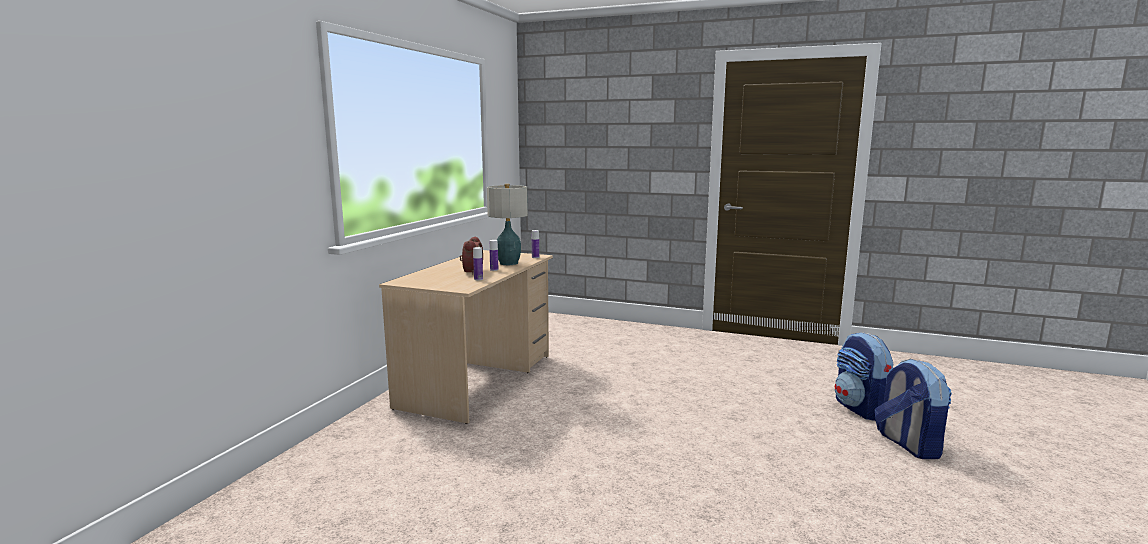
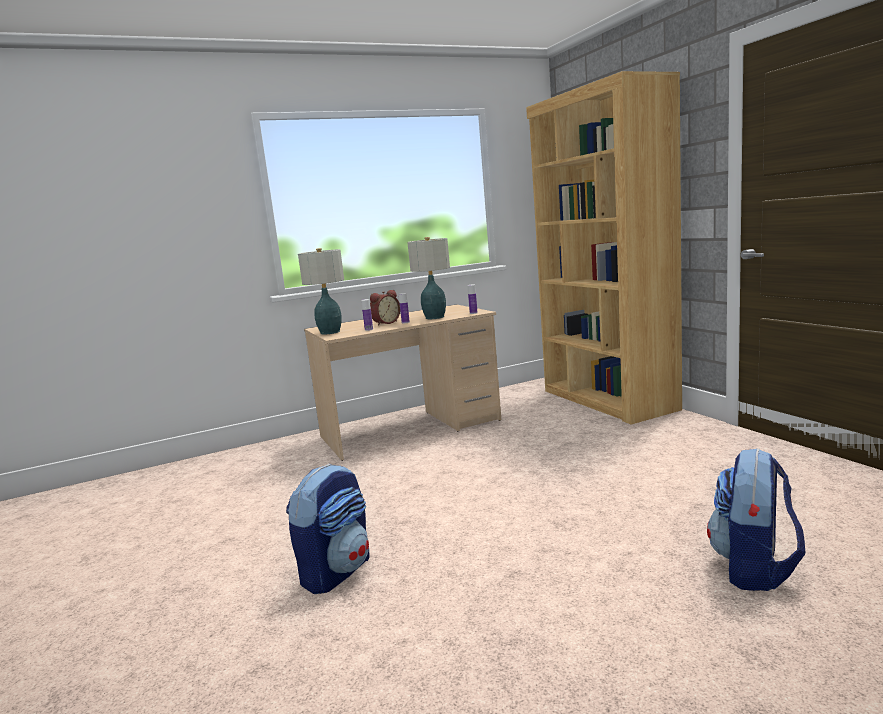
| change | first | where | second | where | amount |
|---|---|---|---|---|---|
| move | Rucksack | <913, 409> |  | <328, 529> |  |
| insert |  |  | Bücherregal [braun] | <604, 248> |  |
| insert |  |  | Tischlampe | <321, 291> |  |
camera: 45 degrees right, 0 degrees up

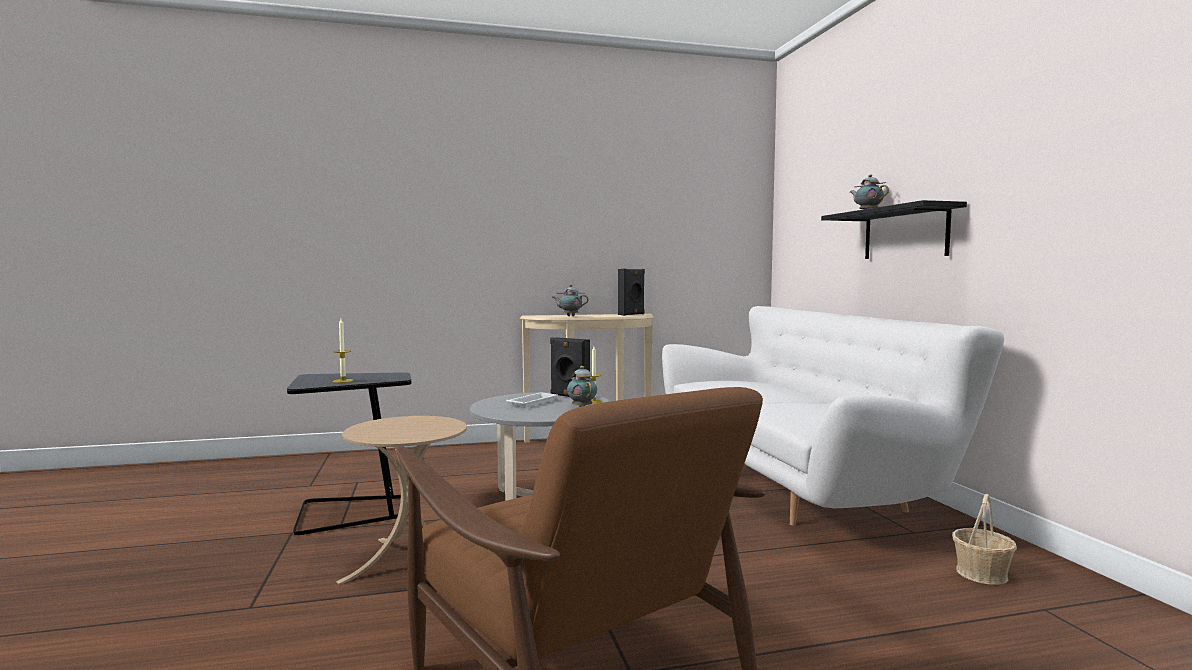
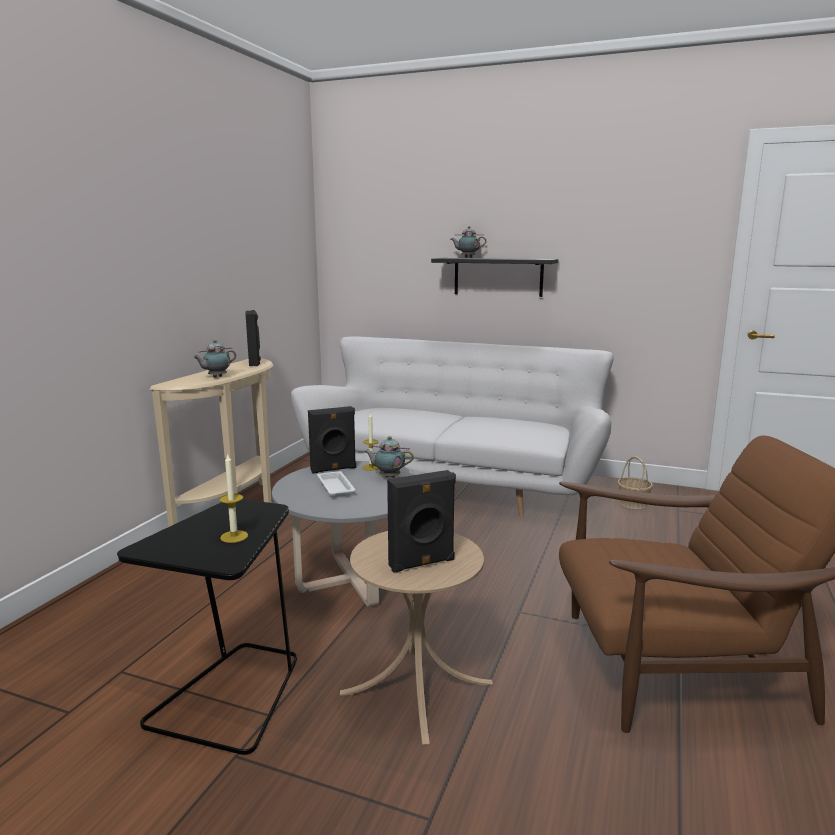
| change | first | where | second | where | amount |
|---|---|---|---|---|---|
| insert |  |  | Lautsprecher [schwarz] | <421, 521> |  |
camera: 55 degrees left, 10 degrees up

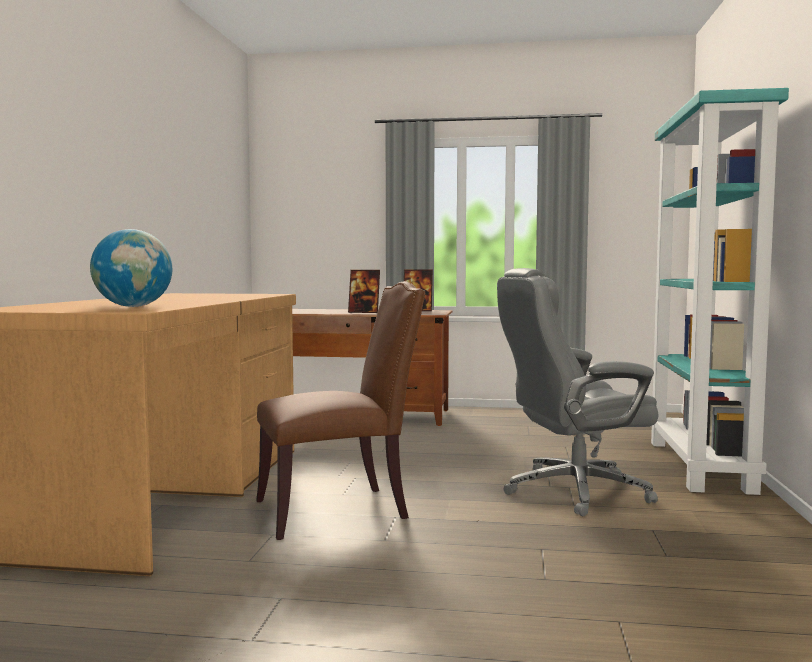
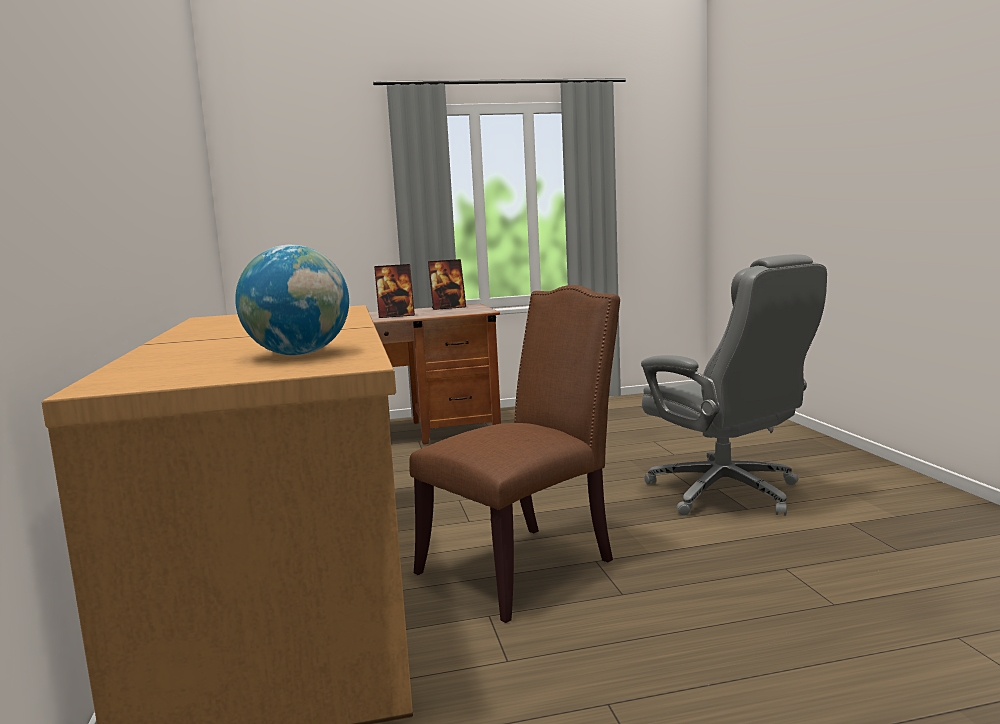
| change | first | where | second | where | amount |
|---|---|---|---|---|---|
| delete | Bücherregal [türkis] | <719, 291> |  |  |  |
| rotate | Bürostuhl [grau] | <577, 392> |  | <734, 385> | 90 degrees counterclockwise |
camera: 20 degrees left, 5 degrees up

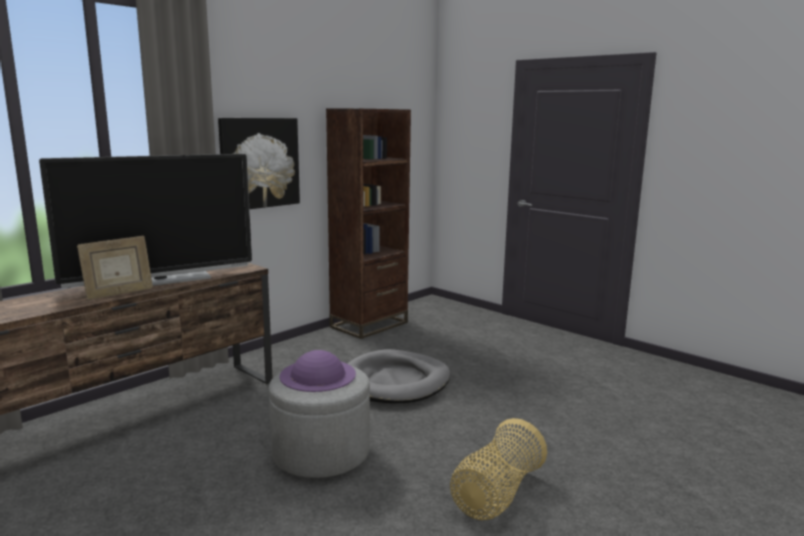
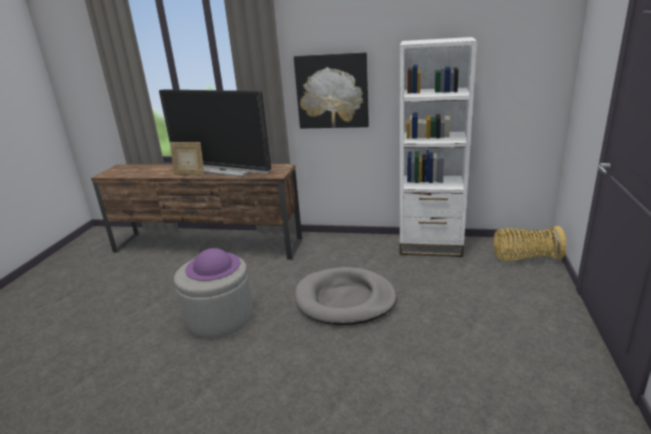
| change | first | where | second | where | amount |
|---|---|---|---|---|---|
| recolor | Bücherregal [braun] | <368, 223> | Bücherregal [weiß] | <438, 147> |  |
| move | Korb | <498, 469> |  | <530, 243> |  |
camera: 60 degrees right, 10 degrees up

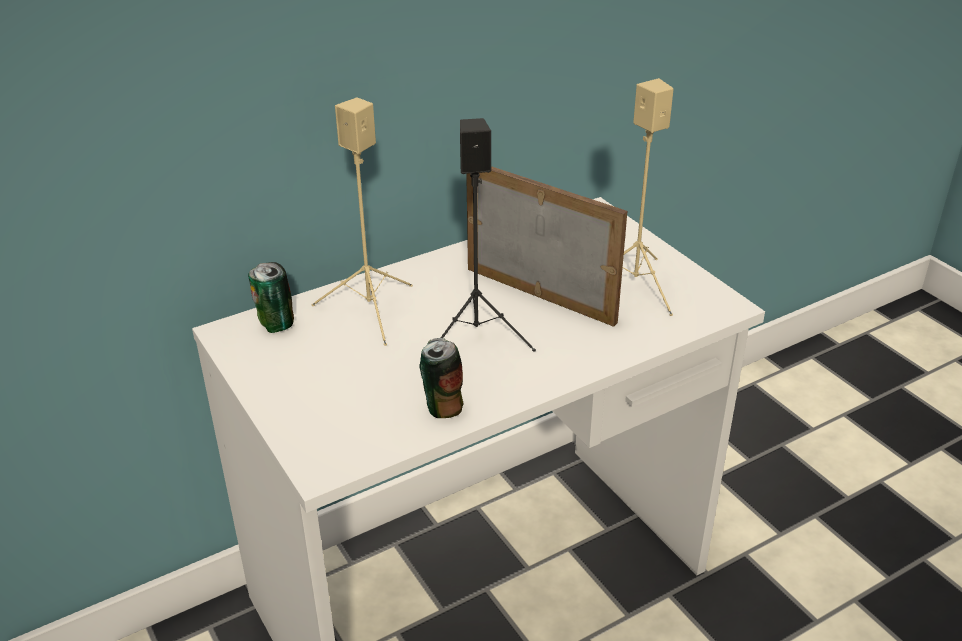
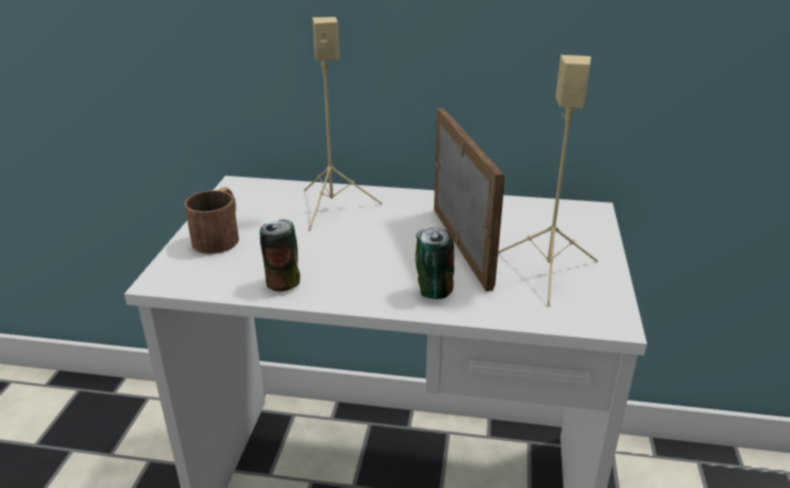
| change | first | where | second | where | amount |
|---|---|---|---|---|---|
| delete | Lautsprecher [schwarz] | <488, 235> |  |  |  |
| move | Dose | <271, 297> |  | <434, 263> |  |
| insert |  |  | Henkelbecher [braun] | <211, 220> |  |
camera: 40 degrees right, 5 degrees down

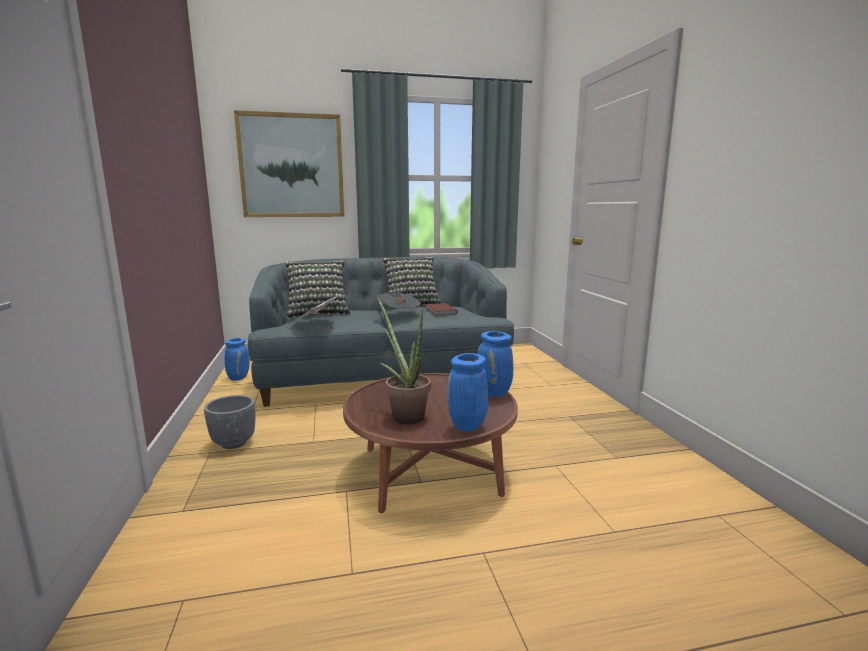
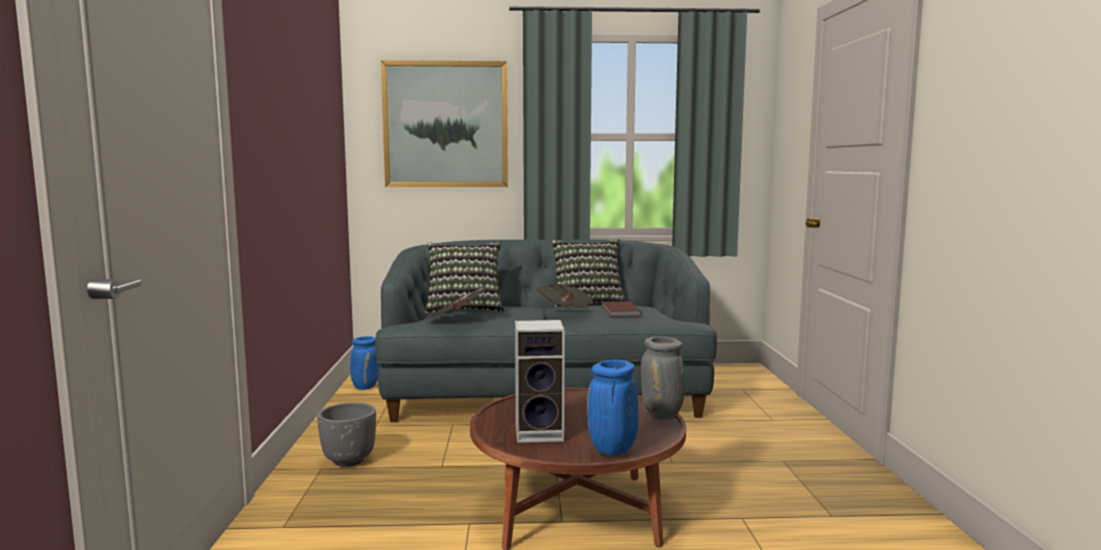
| change | first | where | second | where | amount |
|---|---|---|---|---|---|
| replace | Topfpflanze | <404, 360> | Lautsprecher | <540, 381> |  |
| recolor | Vase [blau] | <495, 364> | Vase [grau] | <663, 378> |  |
camera: 10 degrees right, 5 degrees down

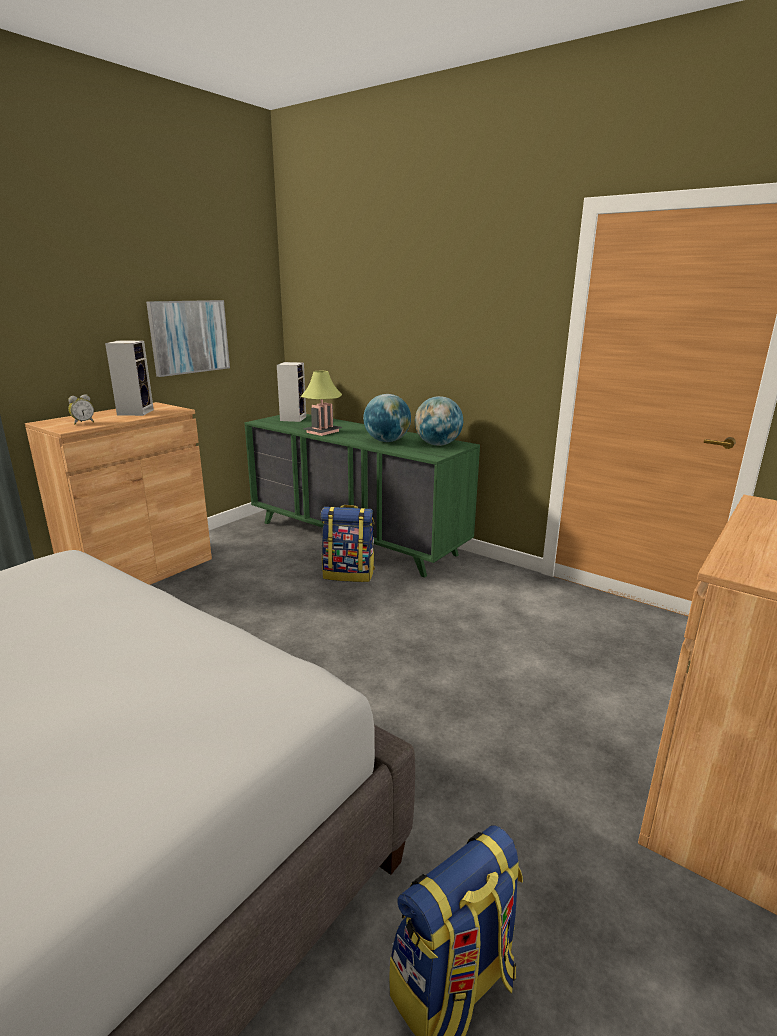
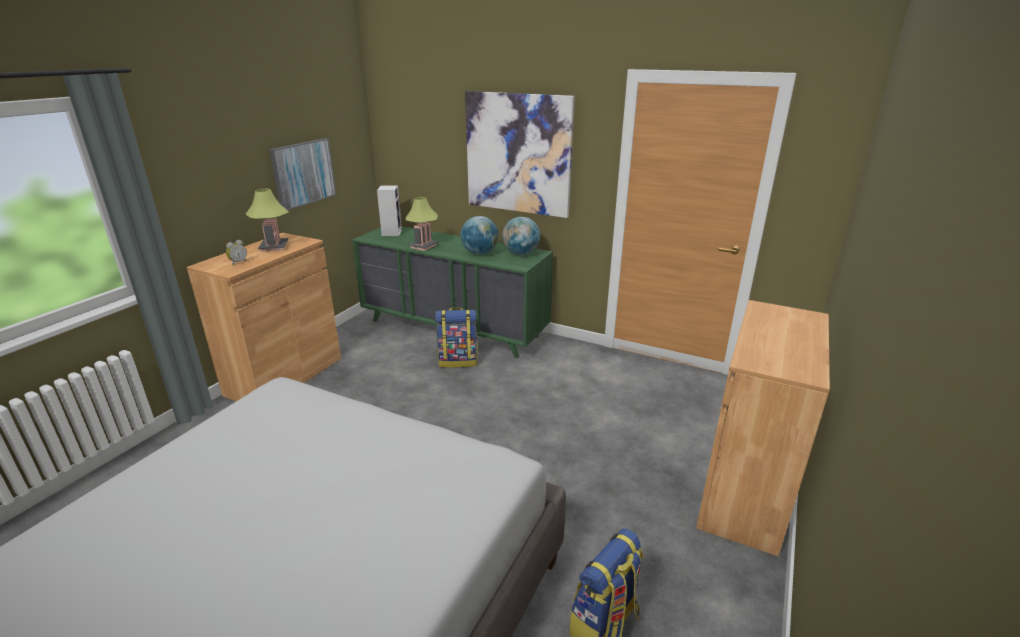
| change | first | where | second | where | amount |
|---|---|---|---|---|---|
| replace | Lautsprecher | <129, 378> | Tischlampe | <267, 220> |  |
| insert |  |  | Bild | <520, 154> |  |
camera: 10 degrees left, 5 degrees up

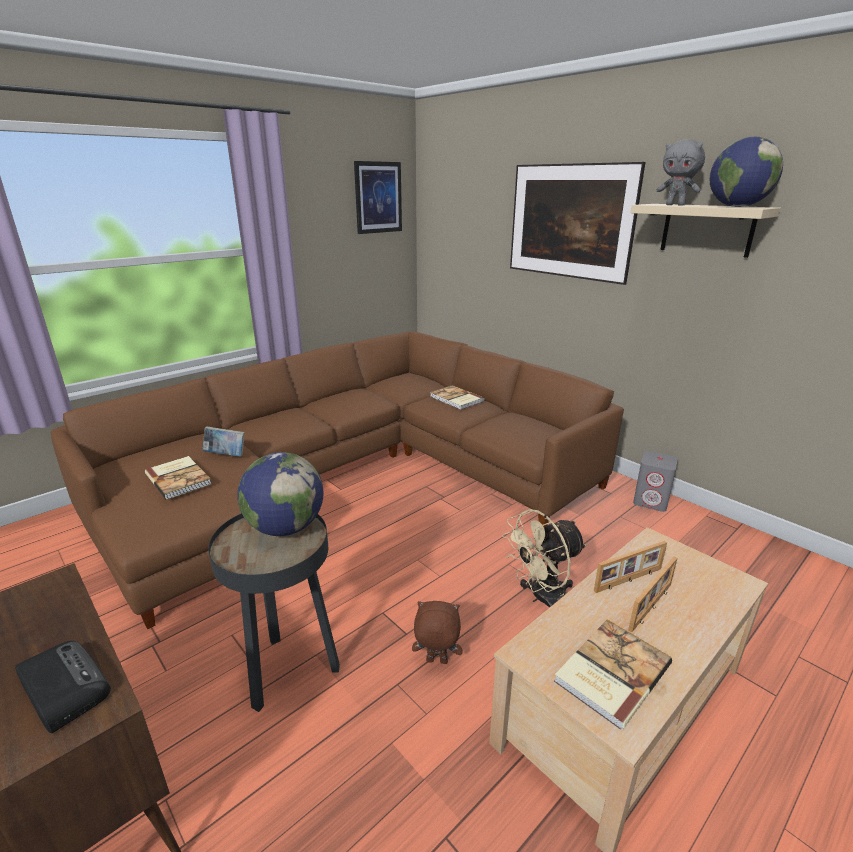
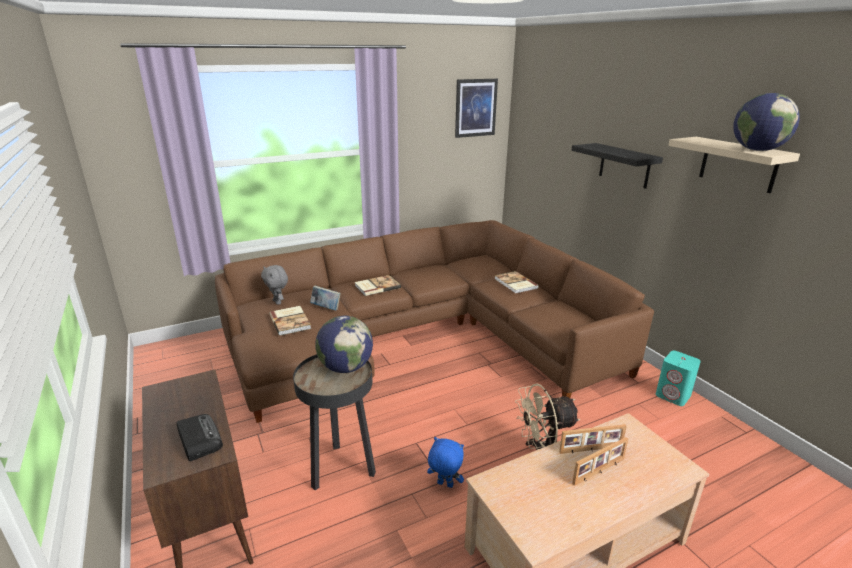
| change | first | where | second | where | amount |
|---|---|---|---|---|---|
| move | Plüschtier [grau] | <681, 172> |  | <274, 285> |  |
| replace | Bild | <578, 223> | Wandregal [schwarz] | <617, 166> |  |
| recolor | Lautsprecher [grau] | <655, 481> | Lautsprecher [türkis] | <678, 378> |  |
| recolor | Plüschtier [braun] | <437, 632> | Plüschtier [blau] | <445, 462> |  |
| move | Buch | <613, 675> |  | <378, 285> |  |
camera: 15 degrees right, 0 degrees up

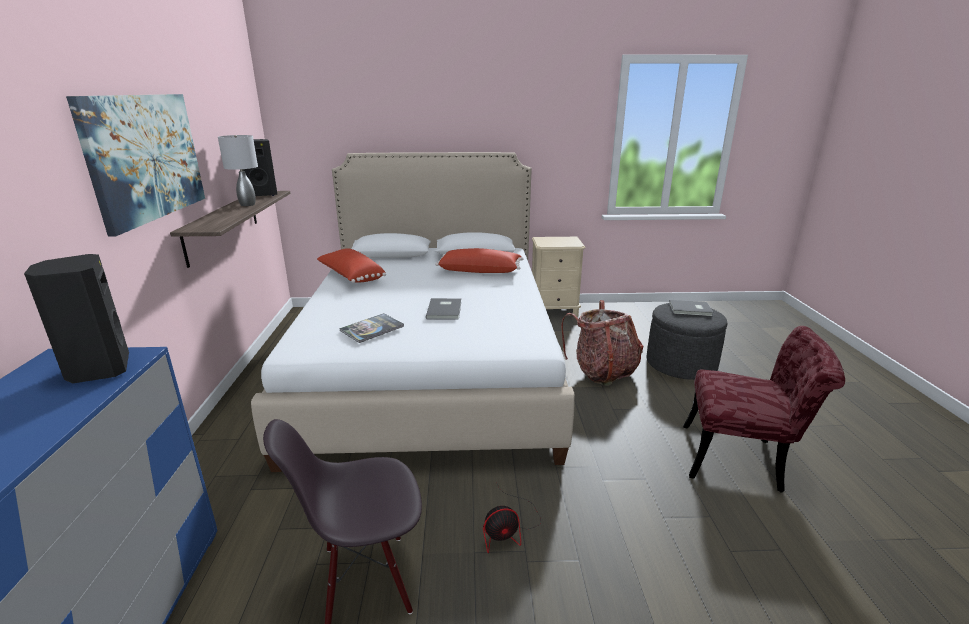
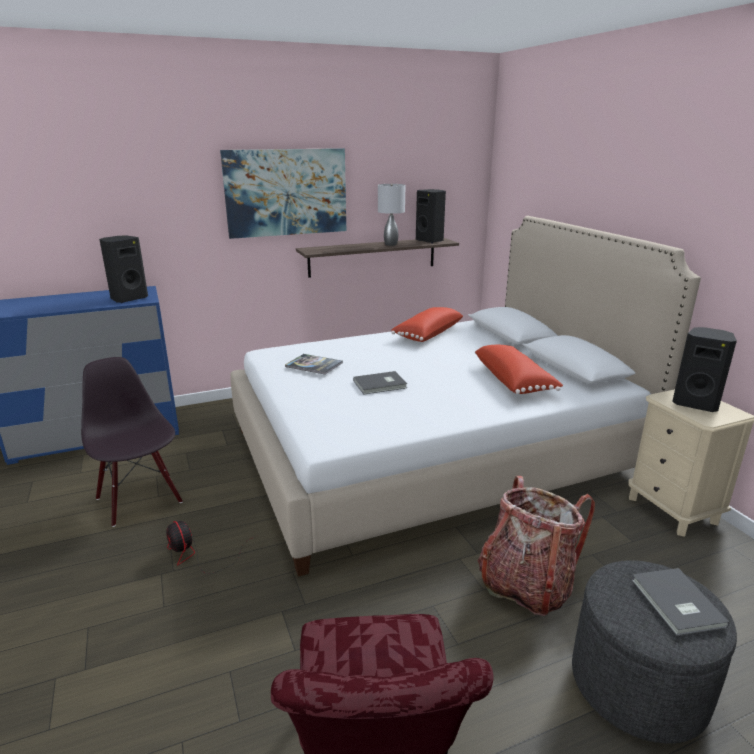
| change | first | where | second | where | amount |
|---|---|---|---|---|---|
| insert |  |  | Lautsprecher [schwarz] | <704, 369> |  |
camera: 70 degrees right, 0 degrees up

